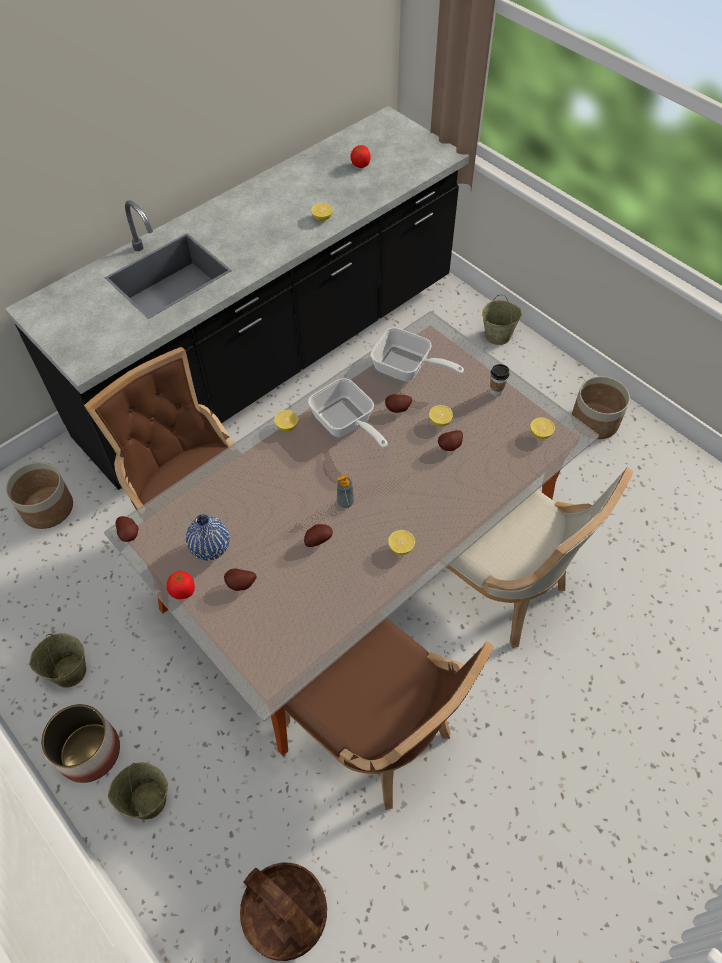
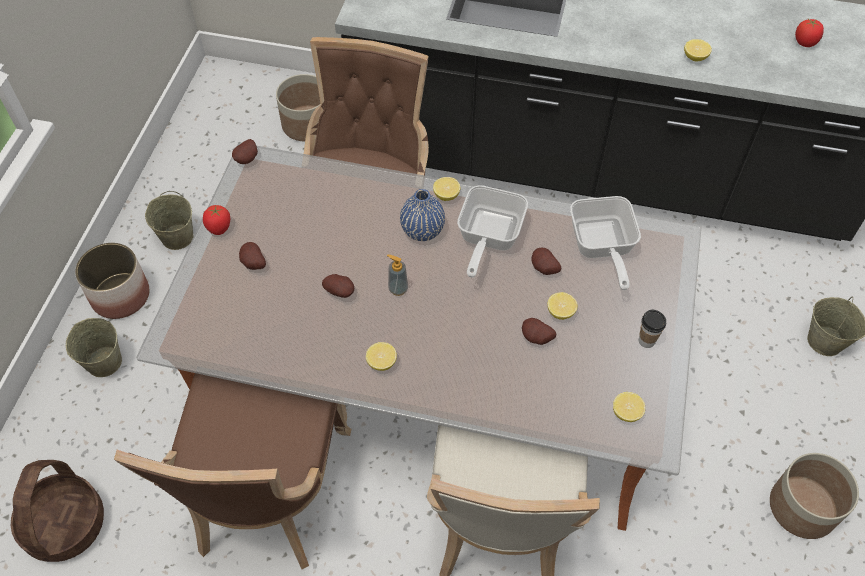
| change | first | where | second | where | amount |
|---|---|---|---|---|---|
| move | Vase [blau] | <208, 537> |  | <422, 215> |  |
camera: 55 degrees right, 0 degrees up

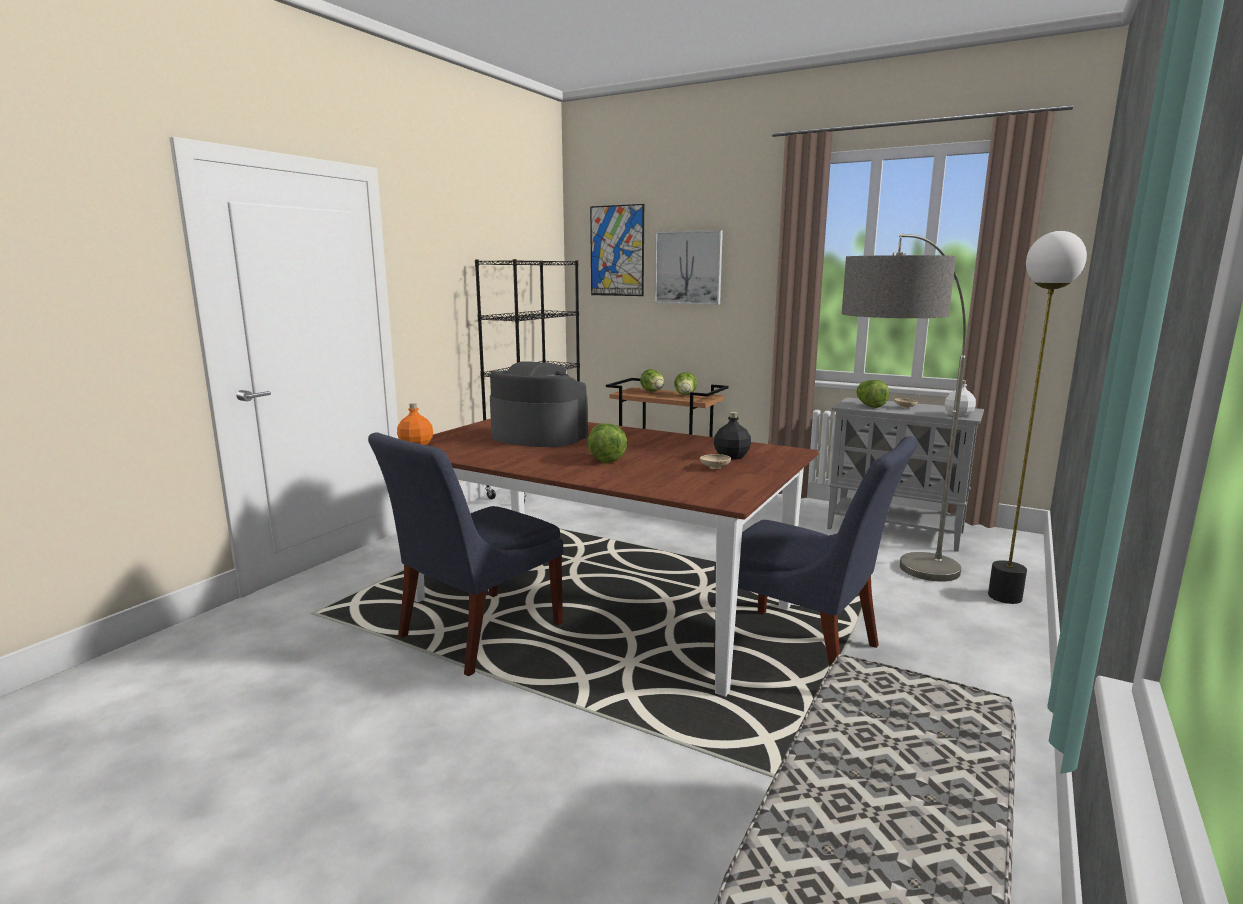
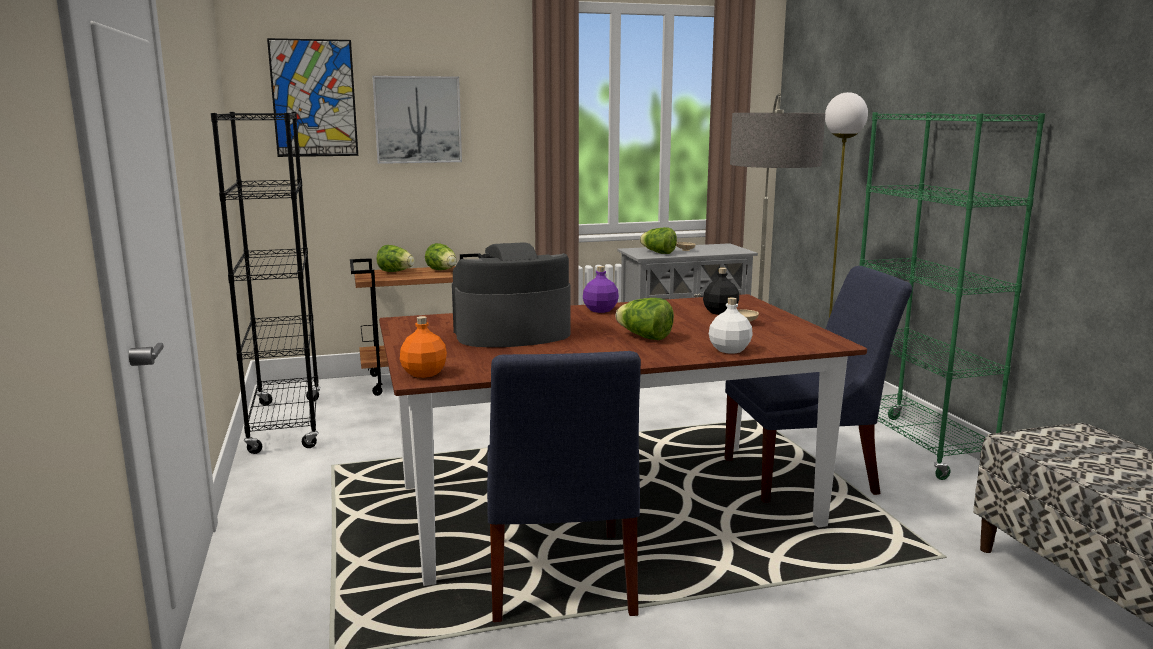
| change | first | where | second | where | amount |
|---|---|---|---|---|---|
| move | Flasche [weiß] | <960, 398> |  | <731, 326> |  |
| insert |  |  | Bücherregal [grün] | <952, 296> |  |
| insert |  |  | Flasche [lila] | <601, 289> |  |
camera: 45 degrees left, 0 degrees up

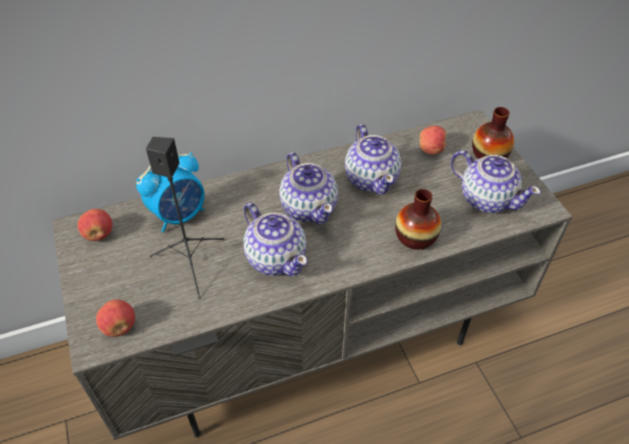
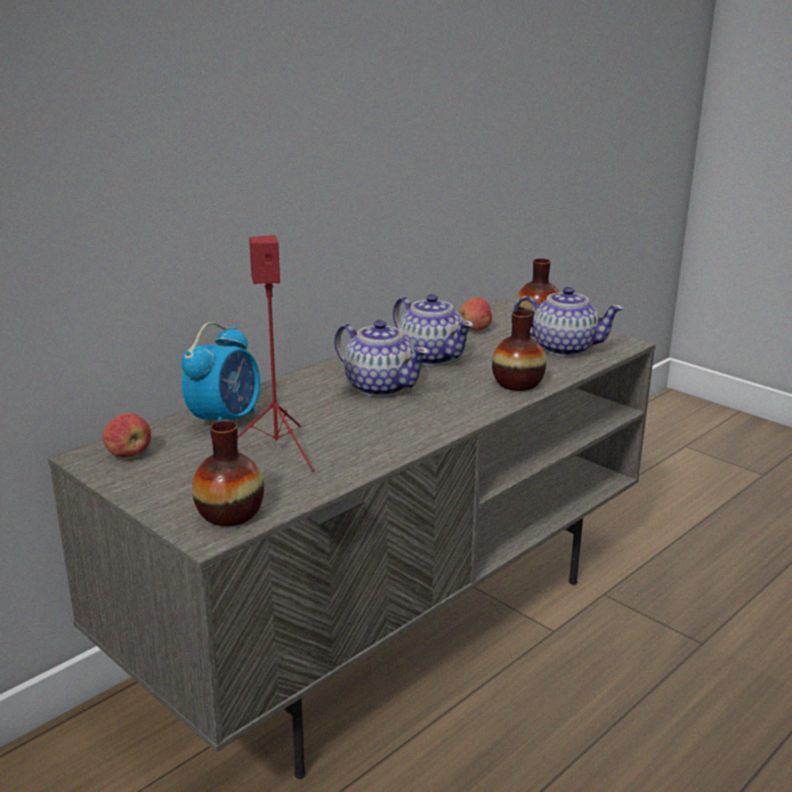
| change | first | where | second | where | amount |
|---|---|---|---|---|---|
| recolor | Lautsprecher [schwarz] | <185, 218> | Lautsprecher [rot] | <276, 353> |  |
| delete | Teekanne | <275, 239> |  |  |  |
| replace | Apfel | <115, 318> | Vase | <228, 473> |  |
camera: 25 degrees left, 25 degrees down

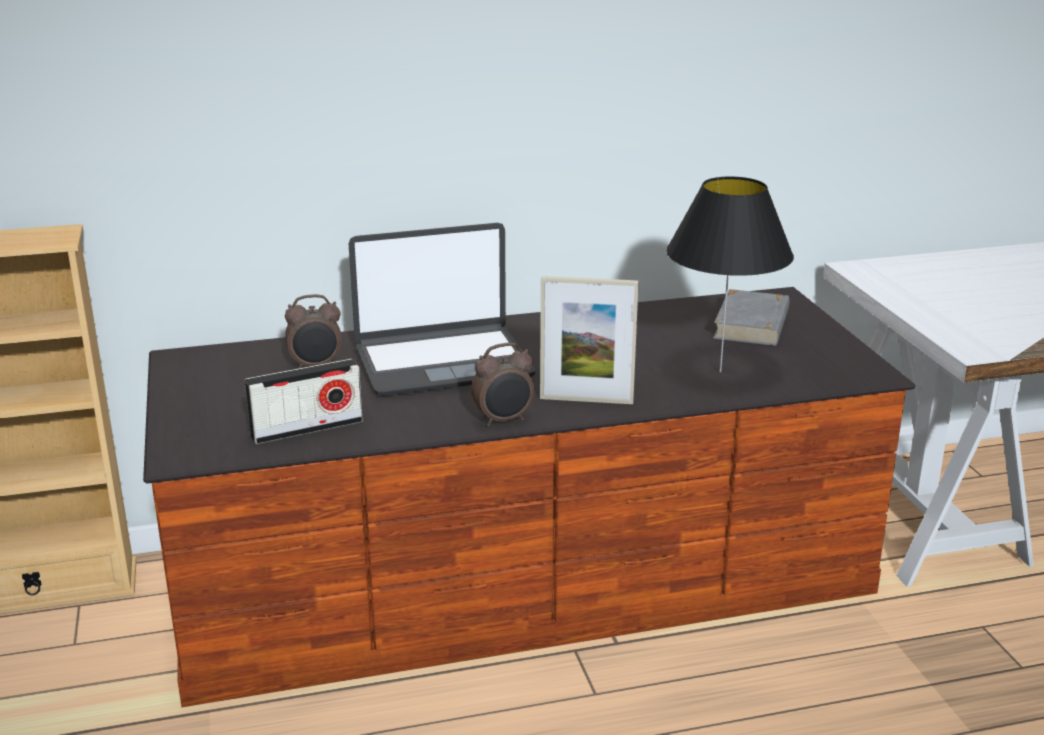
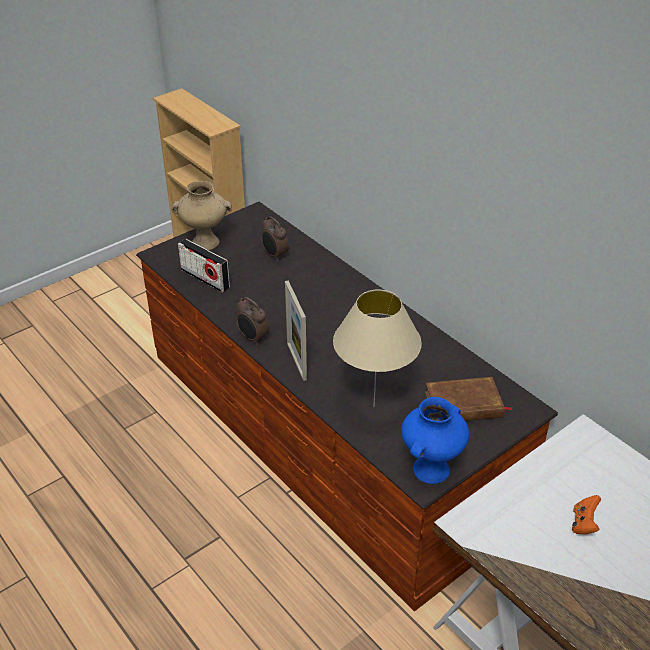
| change | first | where | second | where | amount |
|---|---|---|---|---|---|
| recolor | Tischlampe [schwarz] | <730, 274> | Tischlampe [beige] | <377, 348> |  |
| delete | Laptop | <442, 309> |  |  |  |
| recolor | Buch [grau] | <751, 317> | Buch [braun] | <468, 399> |  |
| insert |  |  | Vase [beige] | <201, 215> |  |
| insert |  |  | Vase [blau] | <435, 440> |  |
| insert |  |  | Gamepad [orange] | <586, 514> |  |
camera: 65 degrees right, 15 degrees up

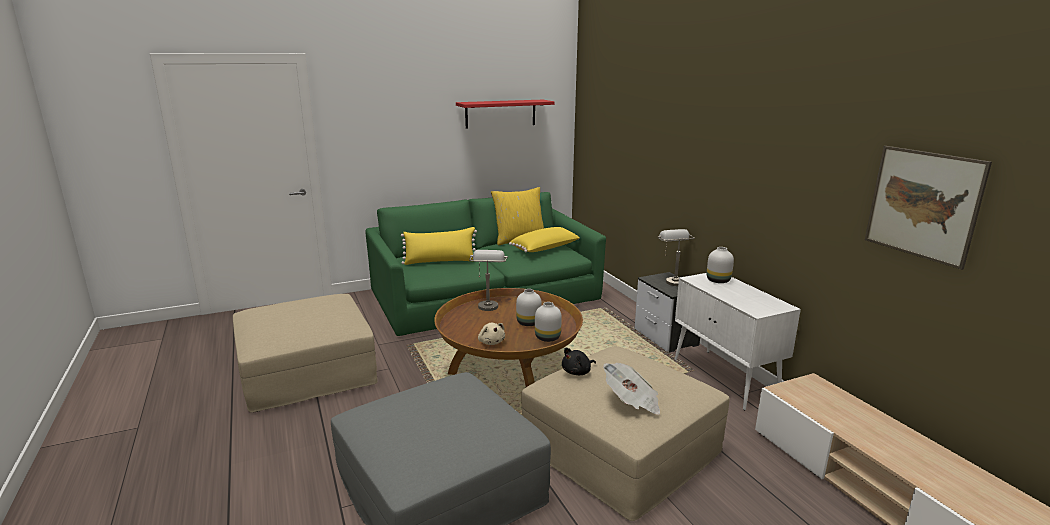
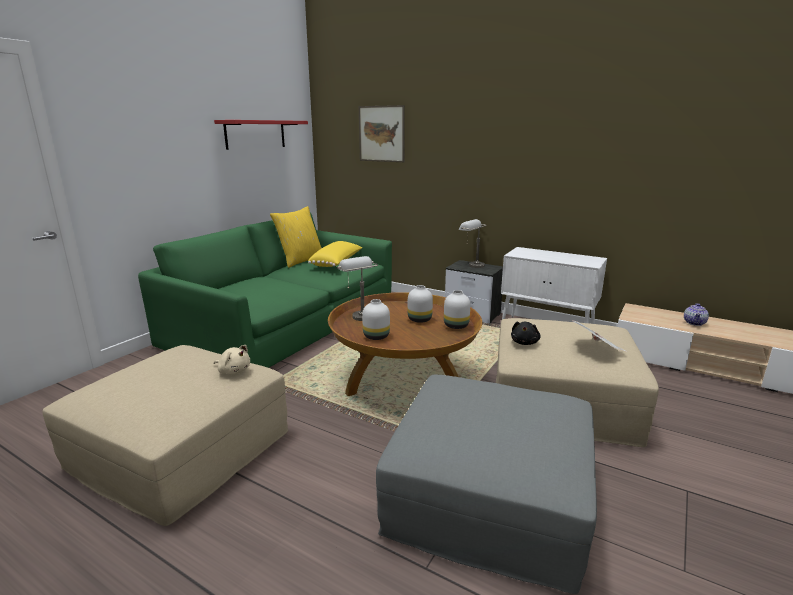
| change | first | where | second | where | amount |
|---|---|---|---|---|---|
| move | Bild | <928, 208> |  | <382, 133> |  |
| delete | Kissen [gelb] | <439, 246> |  |  |  |
| move | Vase [weiß] | <720, 265> |  | <376, 319> |  |
| move | Plüschtier [beige] | <491, 334> |  | <232, 359> |  |
| insert |  |  | Teekanne | <696, 314> |  |
camera: 35 degrees left, 0 degrees up

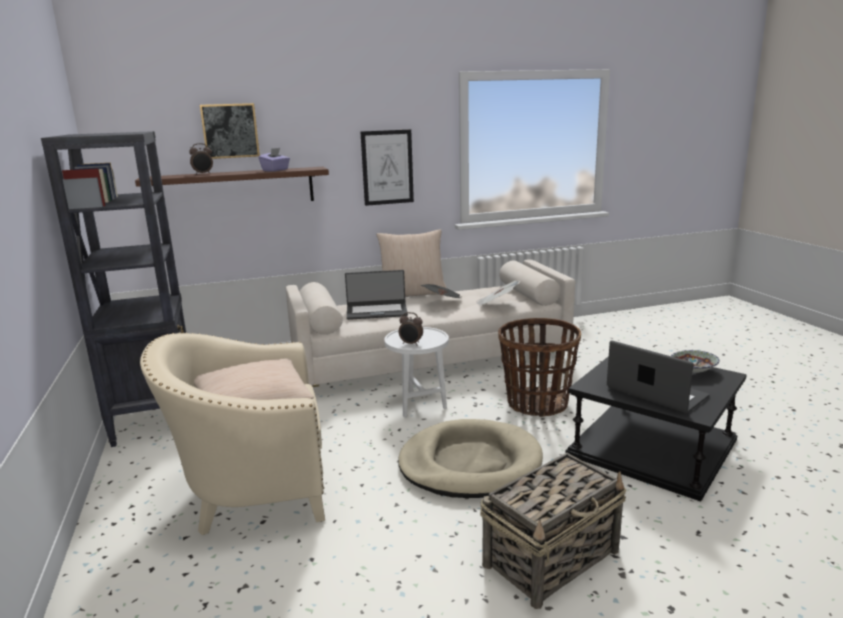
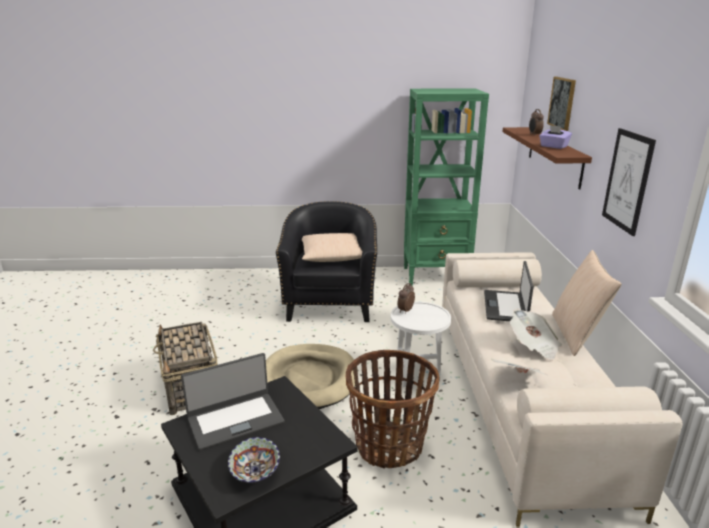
| change | first | where | second | where | amount |
|---|---|---|---|---|---|
| recolor | Bücherregal [schwarz] | <114, 289> | Bücherregal [grün] | <446, 187> |  |
| recolor | Sessel [beige] | <232, 433> | Sessel [schwarz] | <326, 261> |  |
camera: 105 degrees right, 5 degrees up

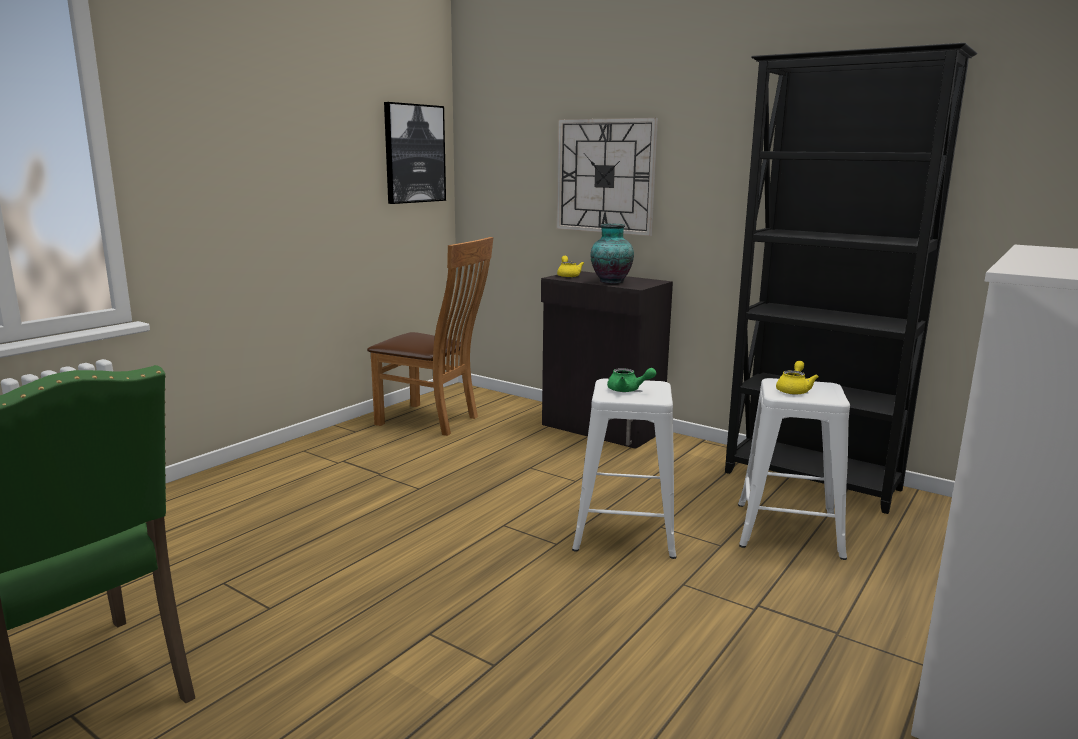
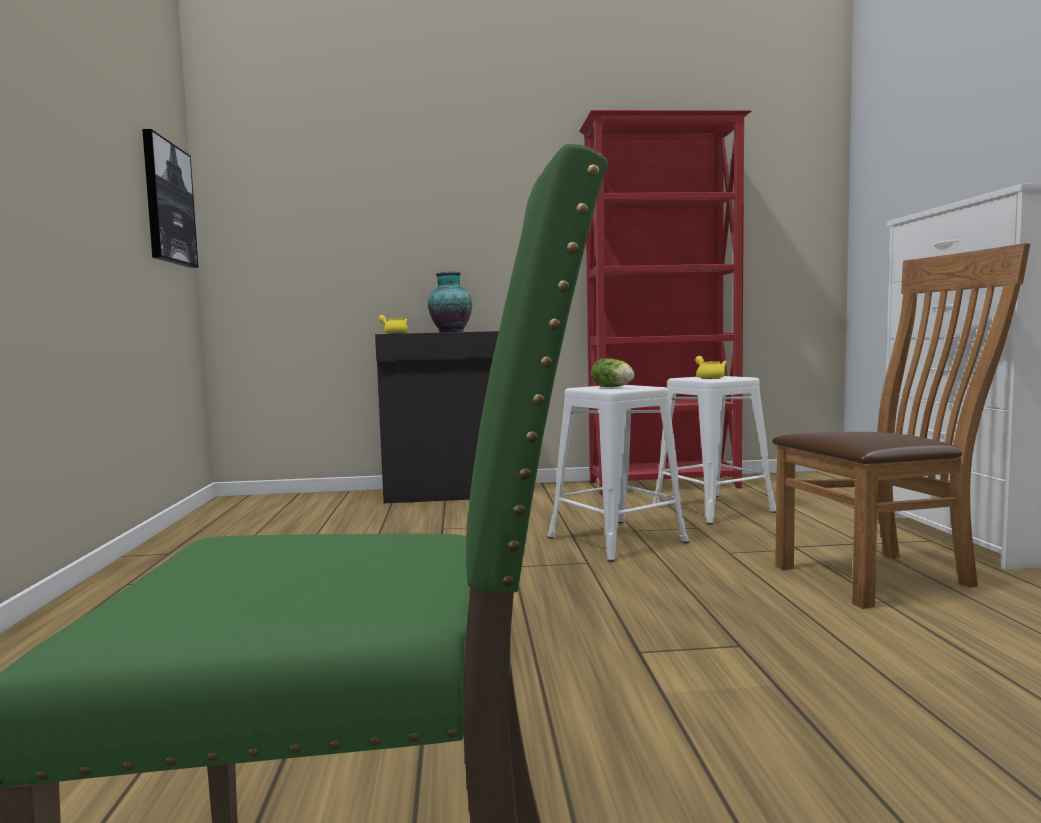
| change | first | where | second | where | amount |
|---|---|---|---|---|---|
| recolor | Bücherregal [schwarz] | <851, 278> | Bücherregal [rot] | <665, 302> |  |
| delete | Wanduhr | <607, 177> |  |  |  |
| move | Stuhl [braun] | <430, 336> |  | <901, 426> |  |
| replace | Teekanne [grün] | <631, 380> | Salatkopf | <612, 372> |  |
camera: 40 degrees left, 10 degrees down

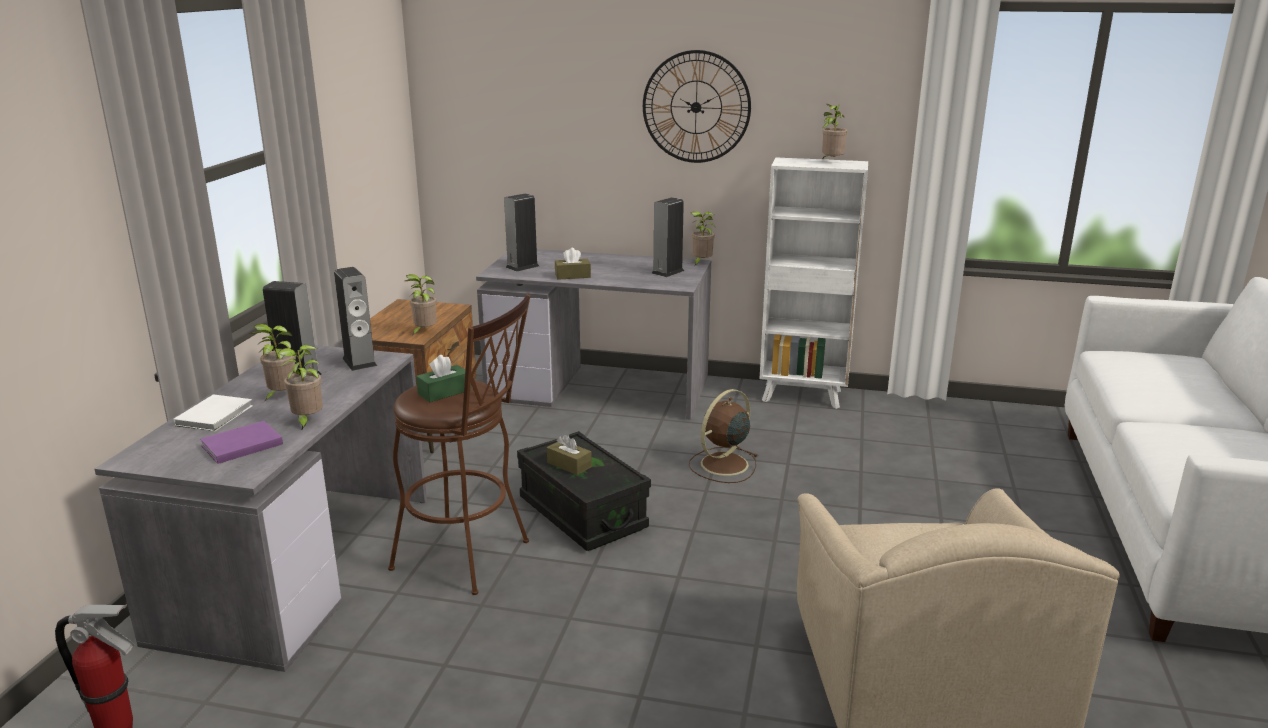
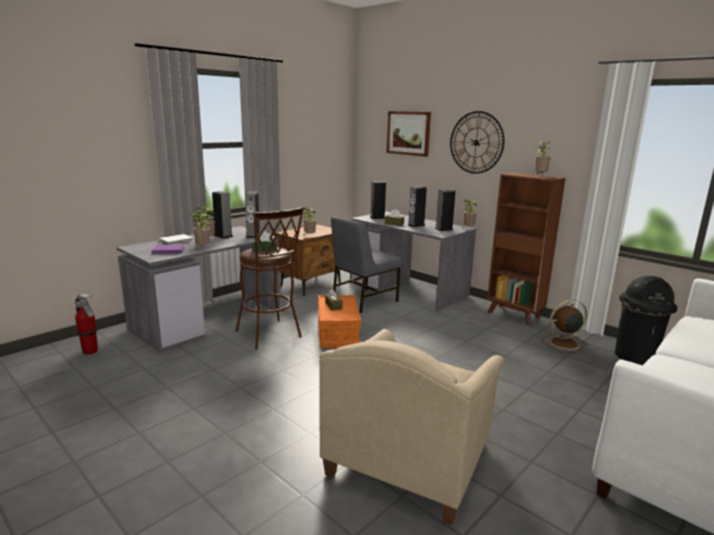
| change | first | where | second | where | amount |
|---|---|---|---|---|---|
| recolor | Bücherregal [weiß] | <814, 283> | Bücherregal [braun] | <526, 248> |  |
| move | Ventilator [braun] | <723, 436> |  | <565, 326> |  |
| recolor | Aufbewahrungsbox [schwarz] | <584, 491> | Aufbewahrungsbox [orange] | <340, 321> |  |
| insert |  |  | Bild | <409, 134> |  |
| insert |  |  | Lautsprecher | <417, 206> |  |
| insert |  |  | Stuhl [grau] | <366, 264> |  |
| insert |  |  | Mülleimer [schwarz] | <646, 320> |  |
camera: 30 degrees right, 5 degrees down

